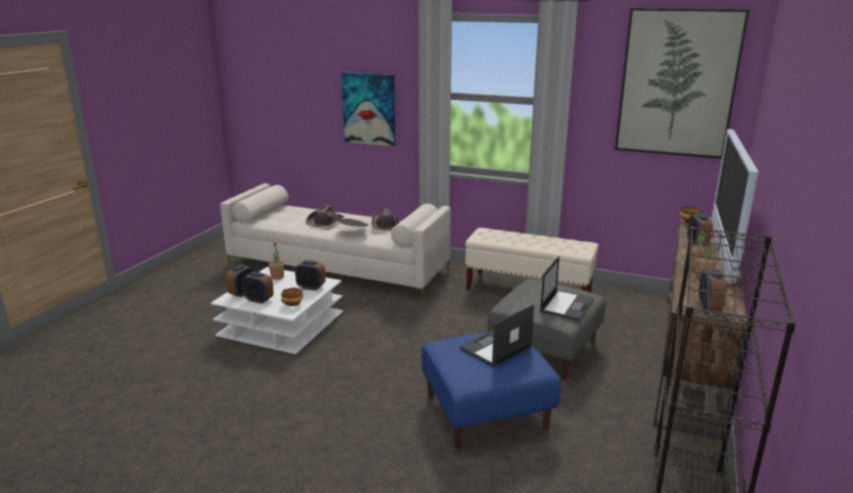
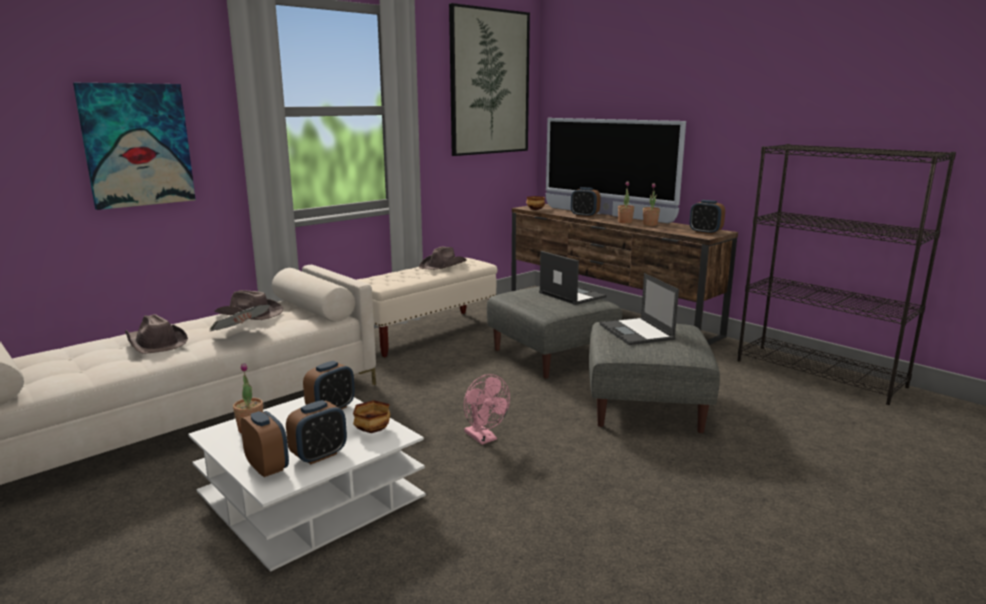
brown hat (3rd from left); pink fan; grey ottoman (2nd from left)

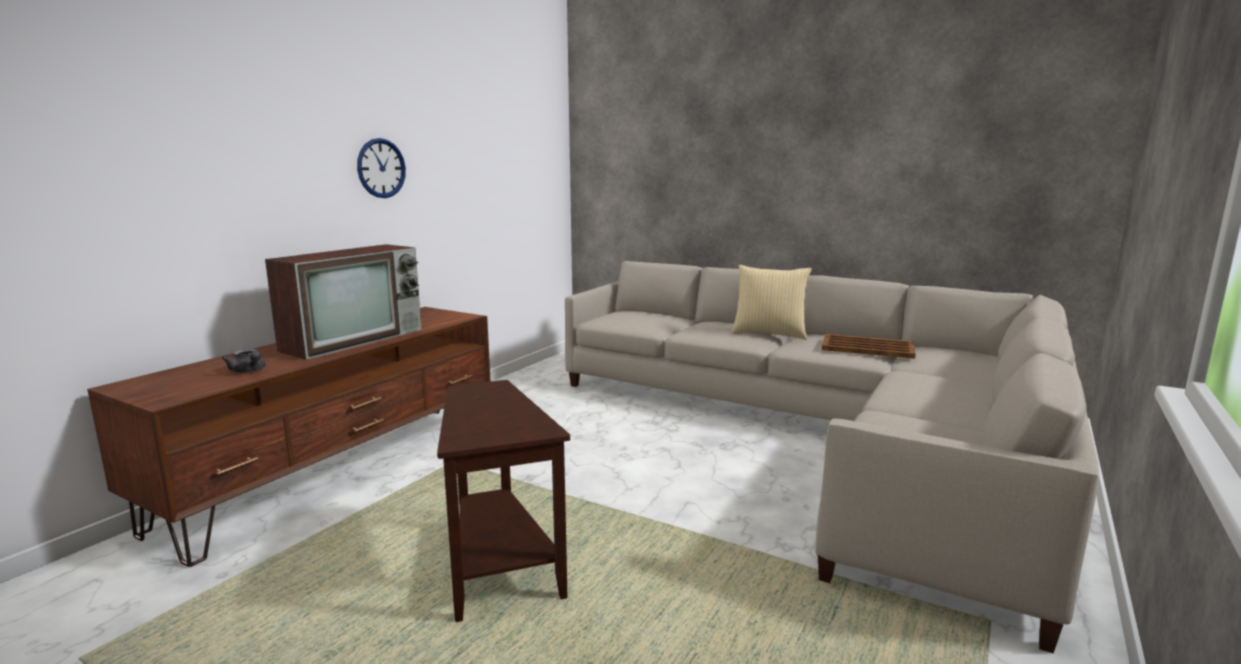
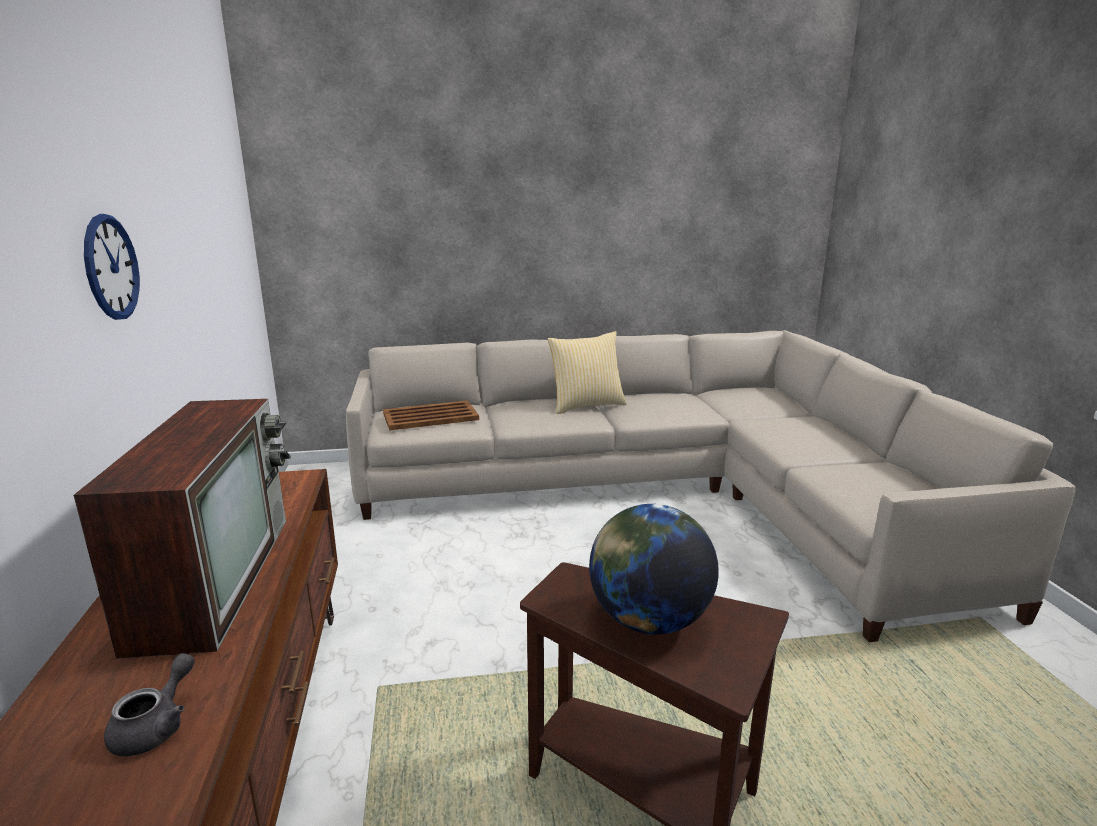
globe; brown tray; grey teapot

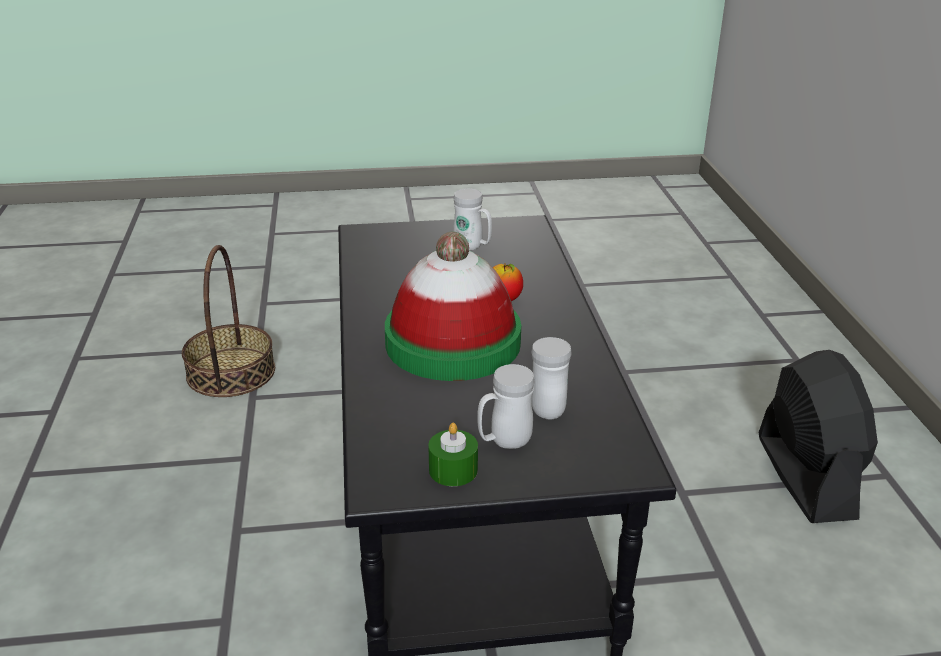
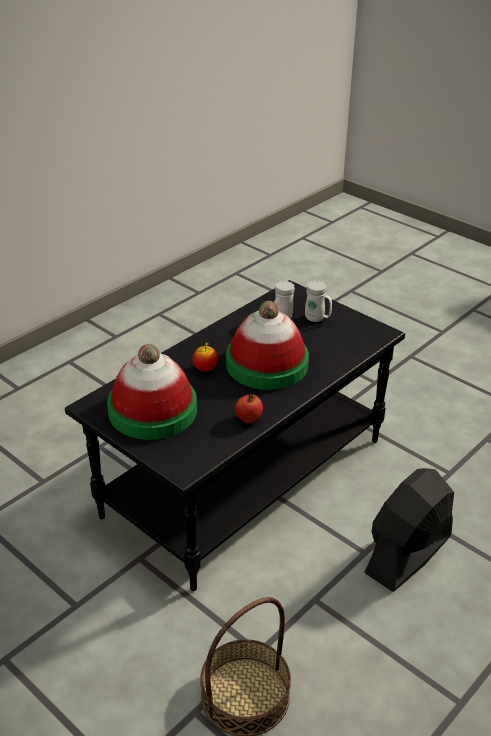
green candle; apple (2nd from left); black fan; hat (1st from left)

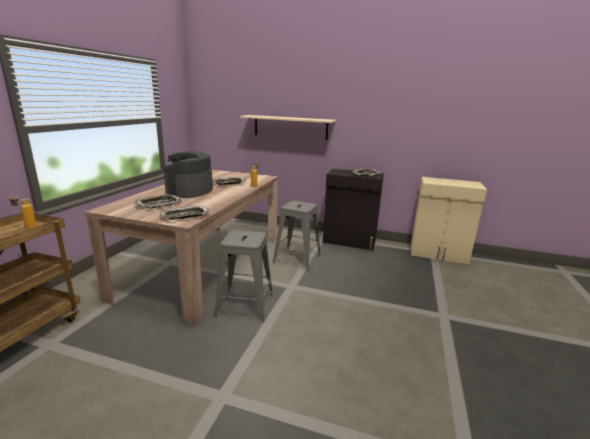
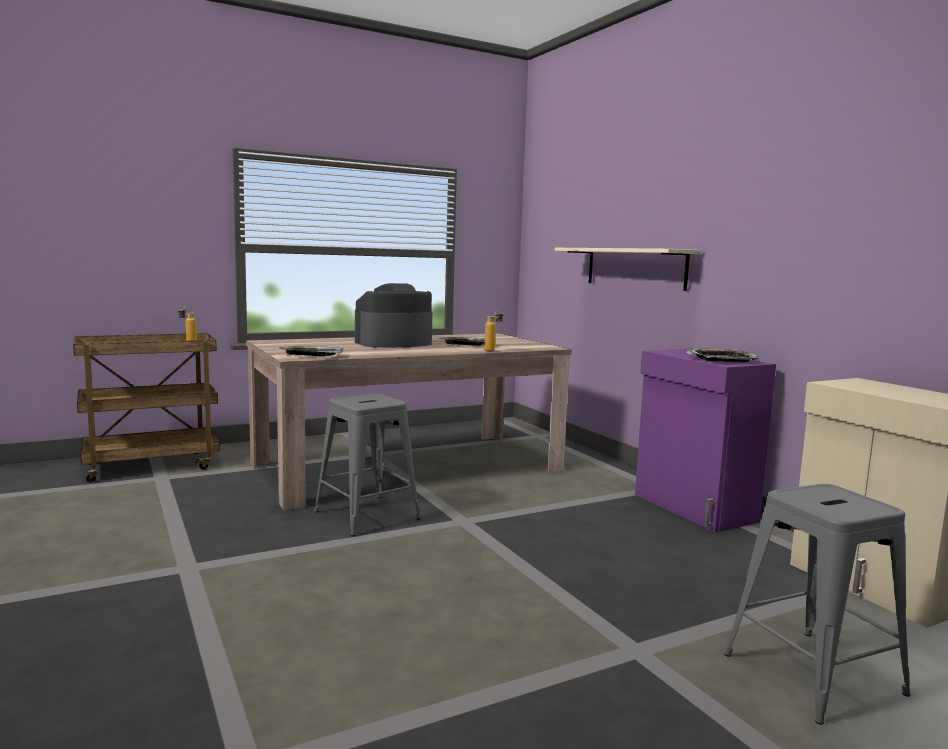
tray (1st from left in the first image); grey stool (2nd from left); purple cabinet

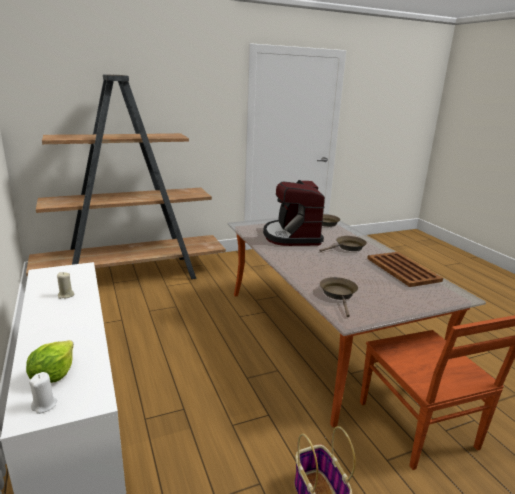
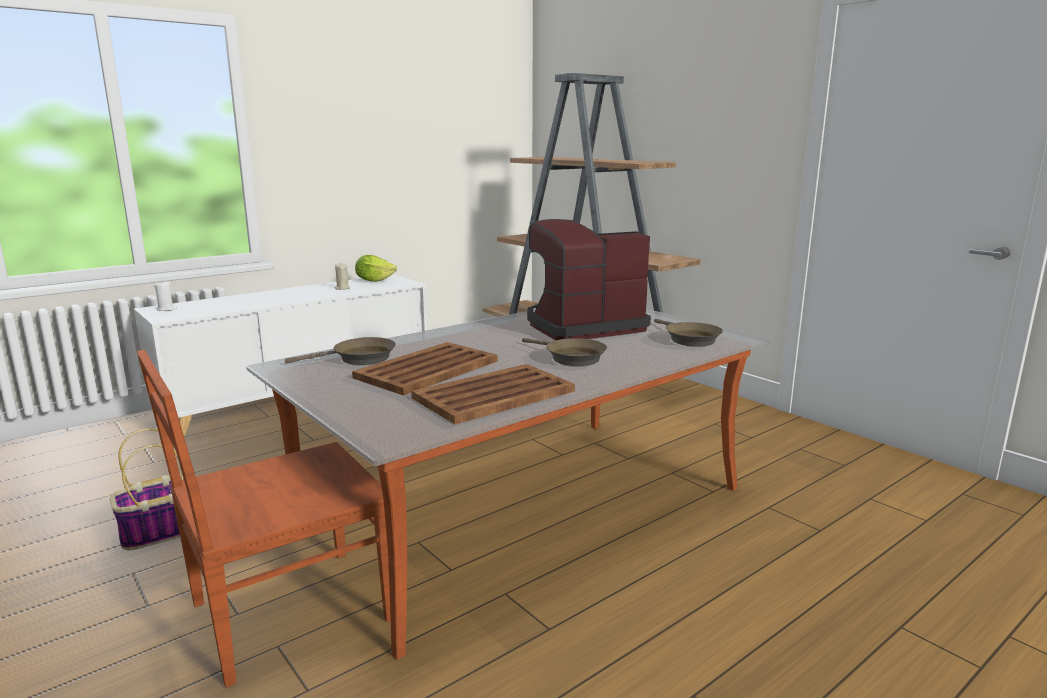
brown tray (1st from left); lettuce

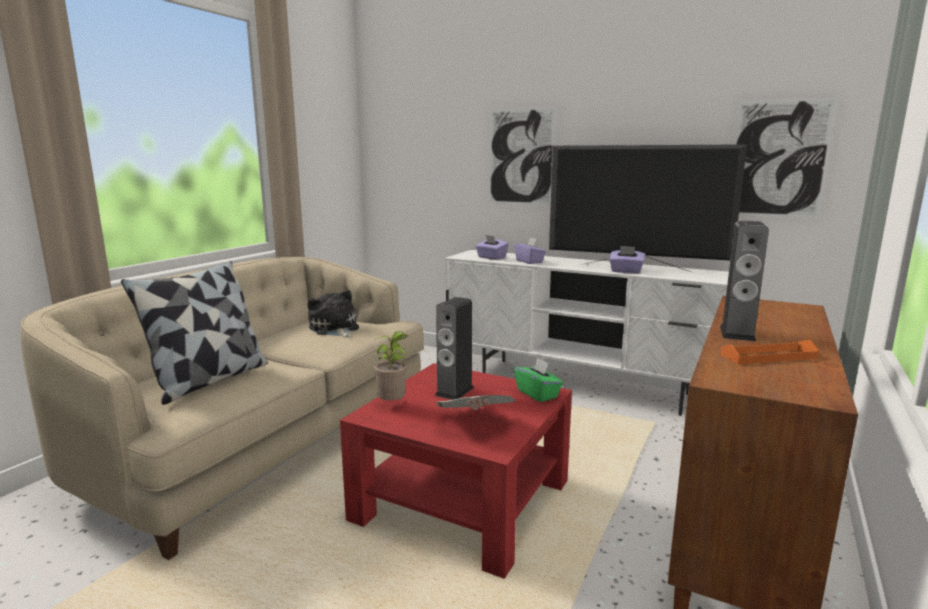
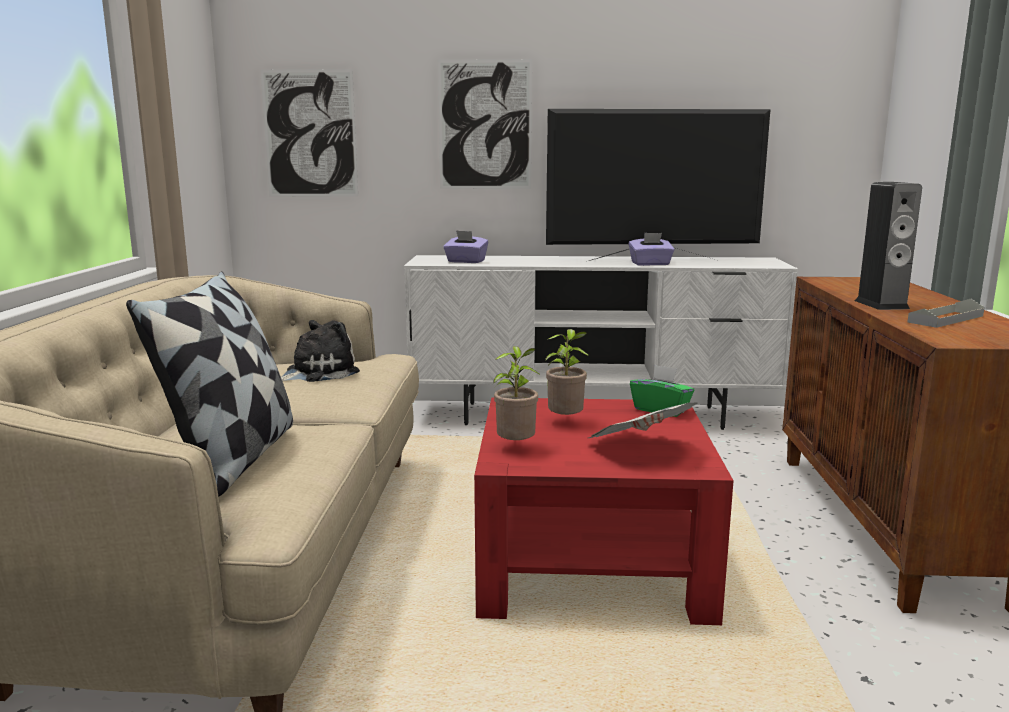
purple tissue box (2nd from left in the first image); picture (1st from left); potted plant (2nd from left); grey tray; plush toy

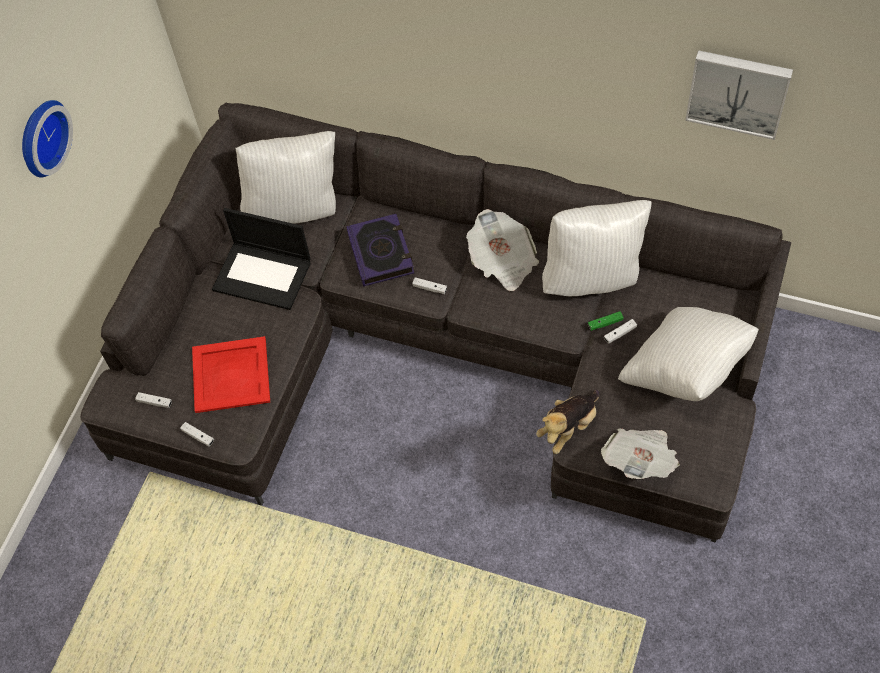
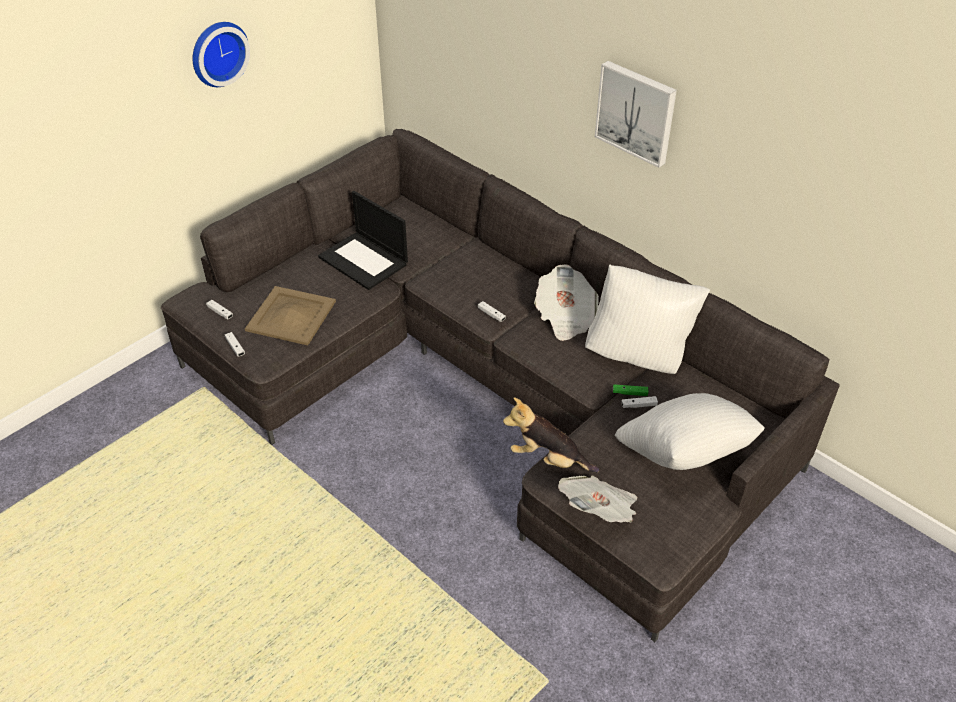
white pillow (1st from left in the first image); book; picture; beige tray; plush toy

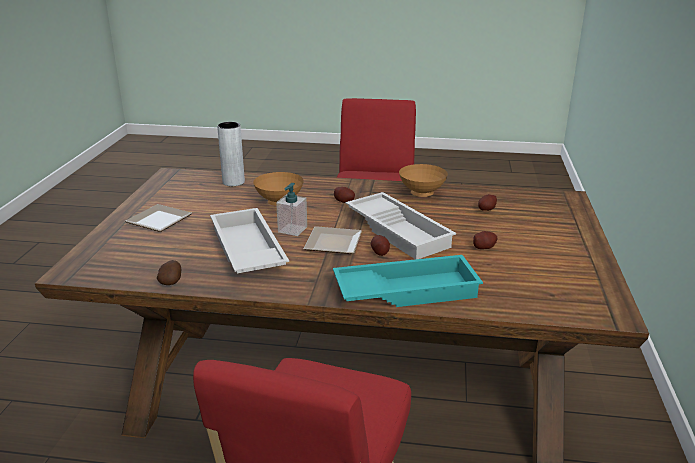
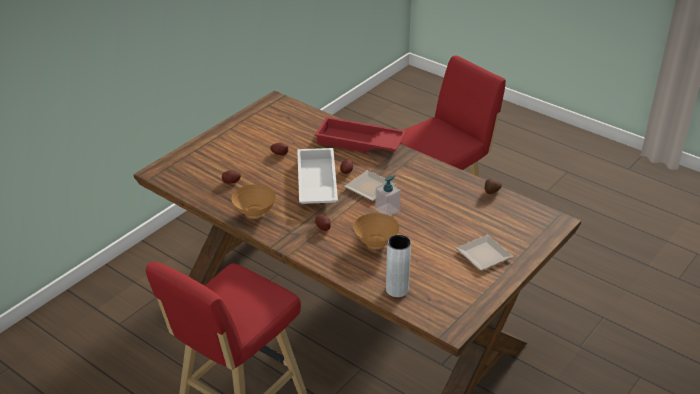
white tray (1st from left in the first image); red tray

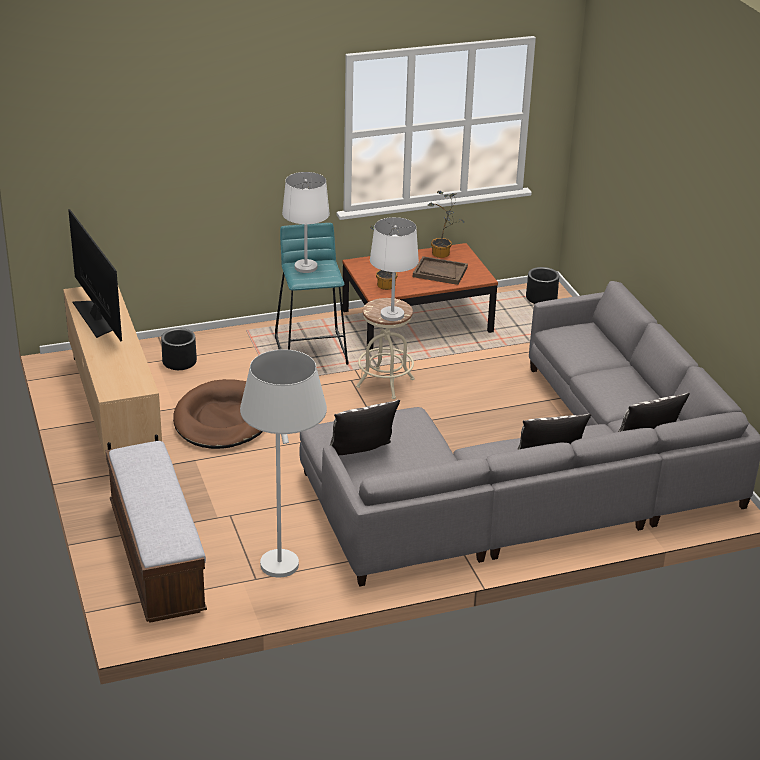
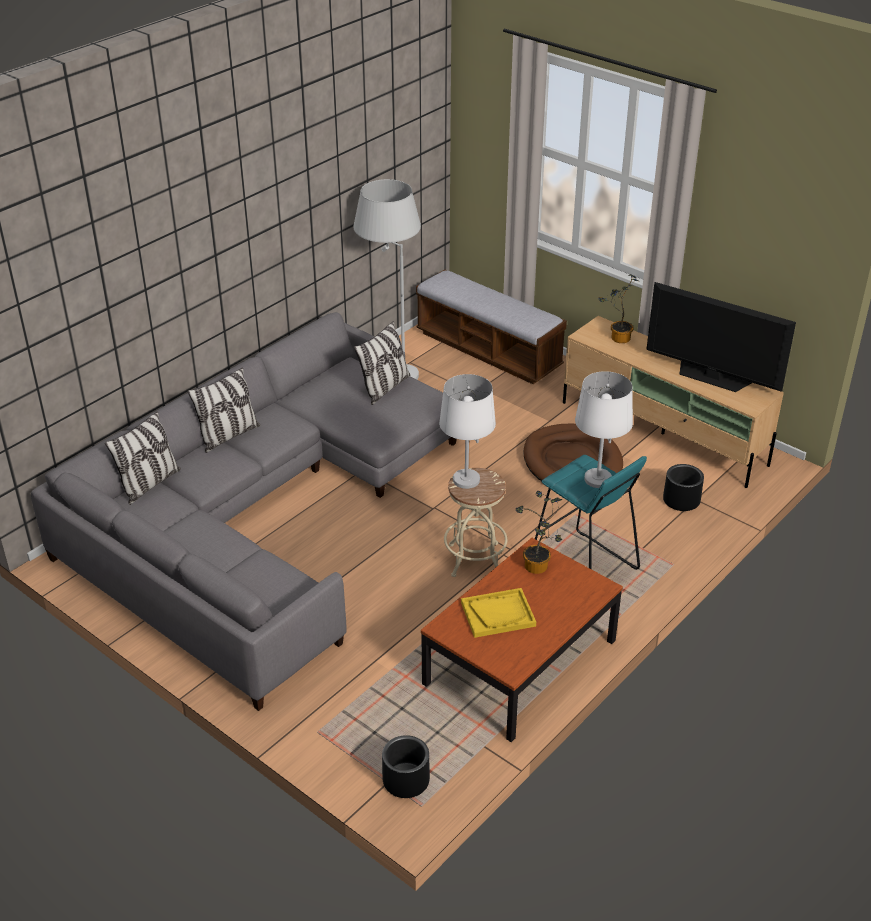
potted plant (2nd from left); yellow tray

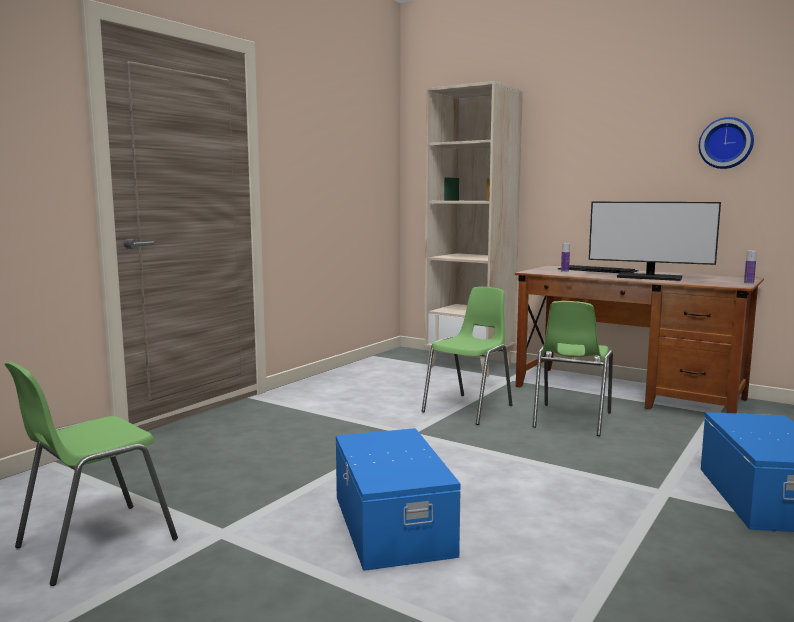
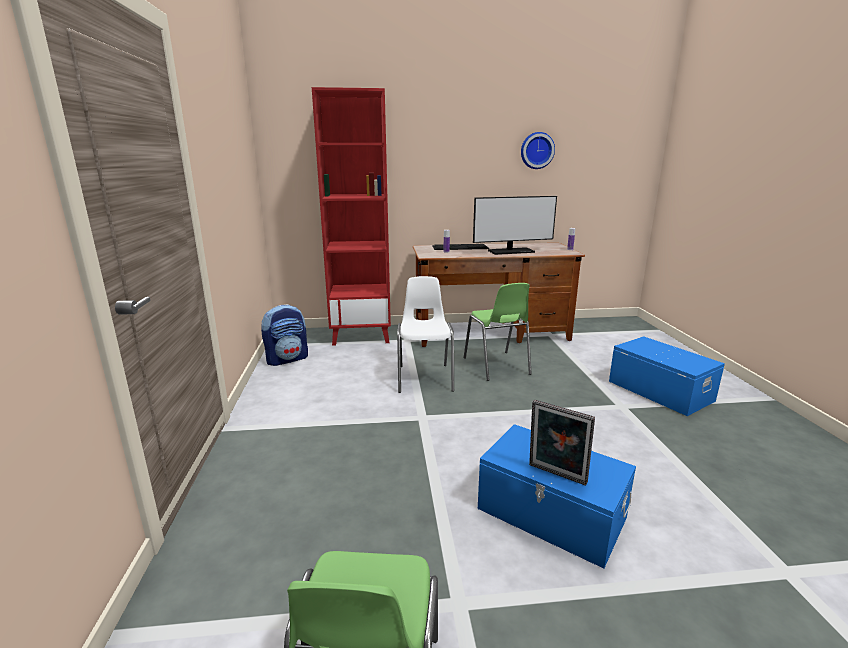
backpack; picture frame; white chair; red bookcase

